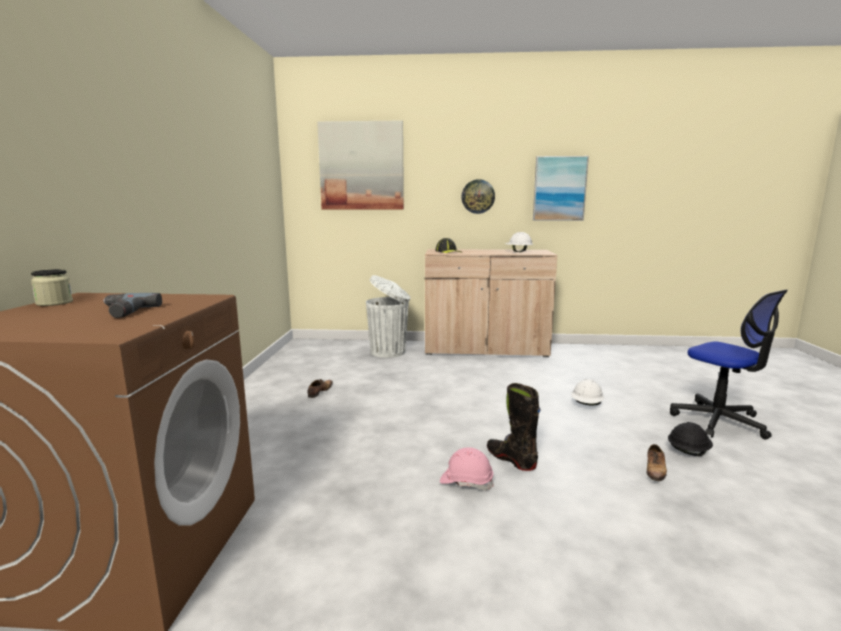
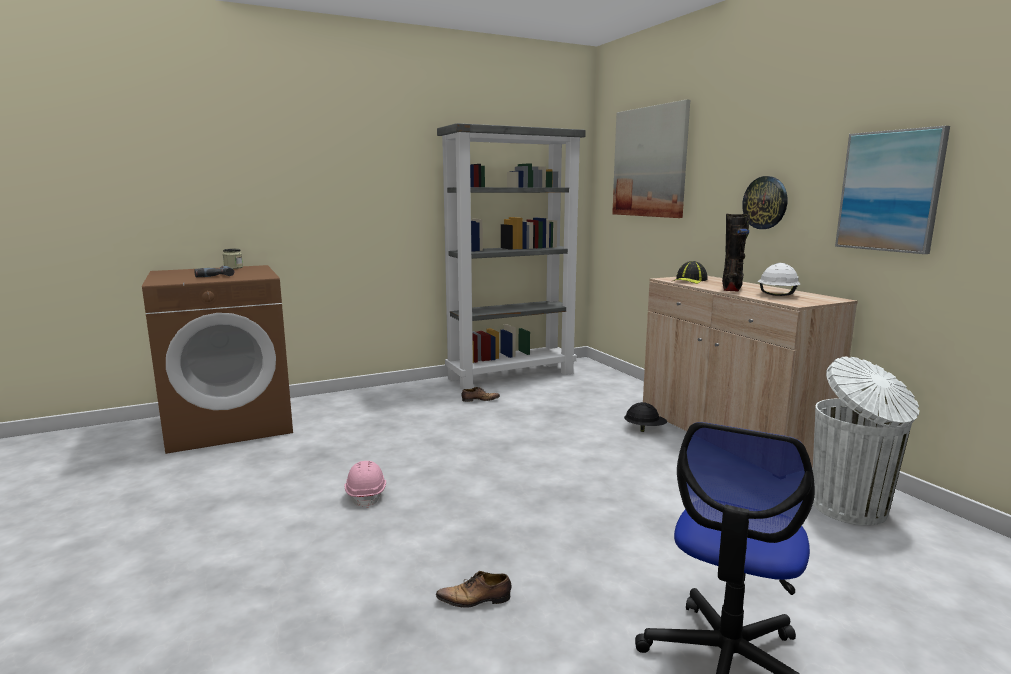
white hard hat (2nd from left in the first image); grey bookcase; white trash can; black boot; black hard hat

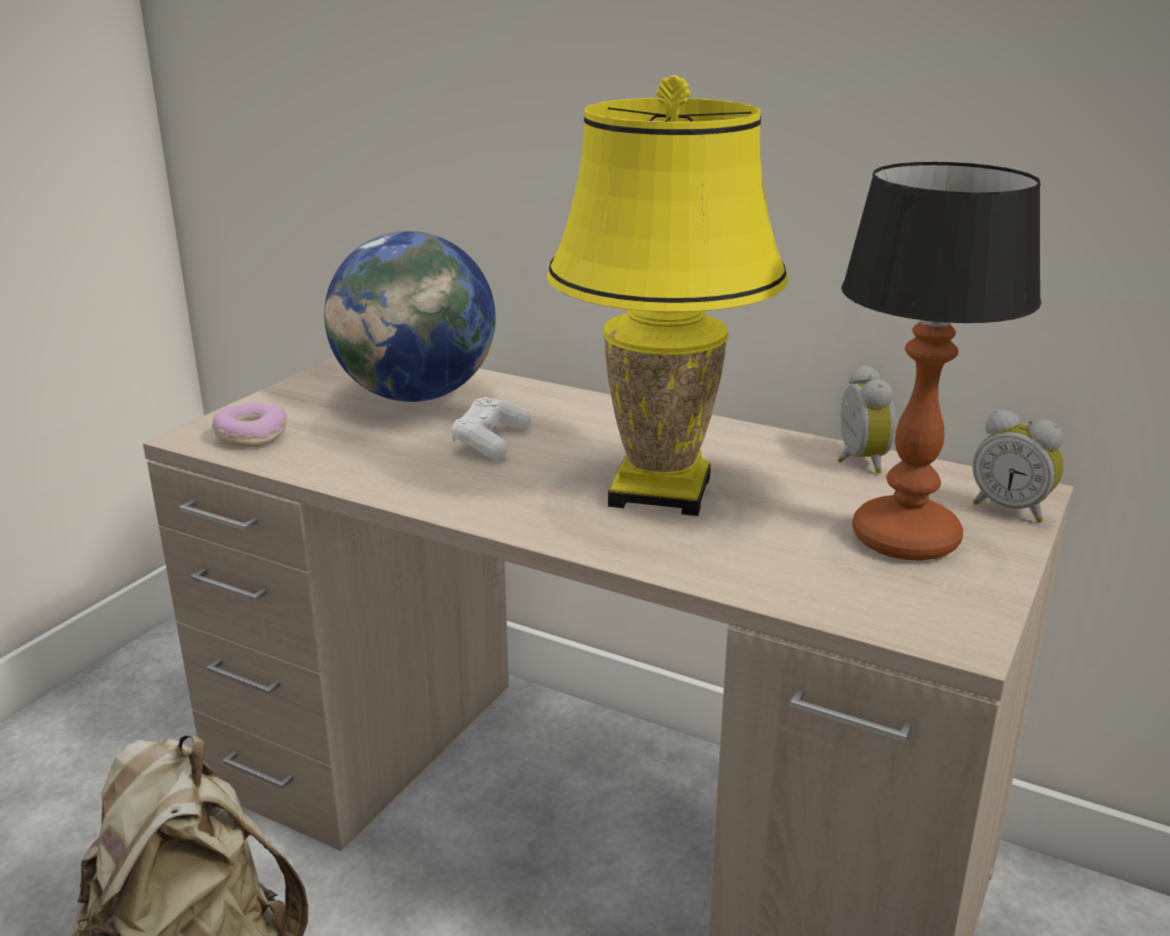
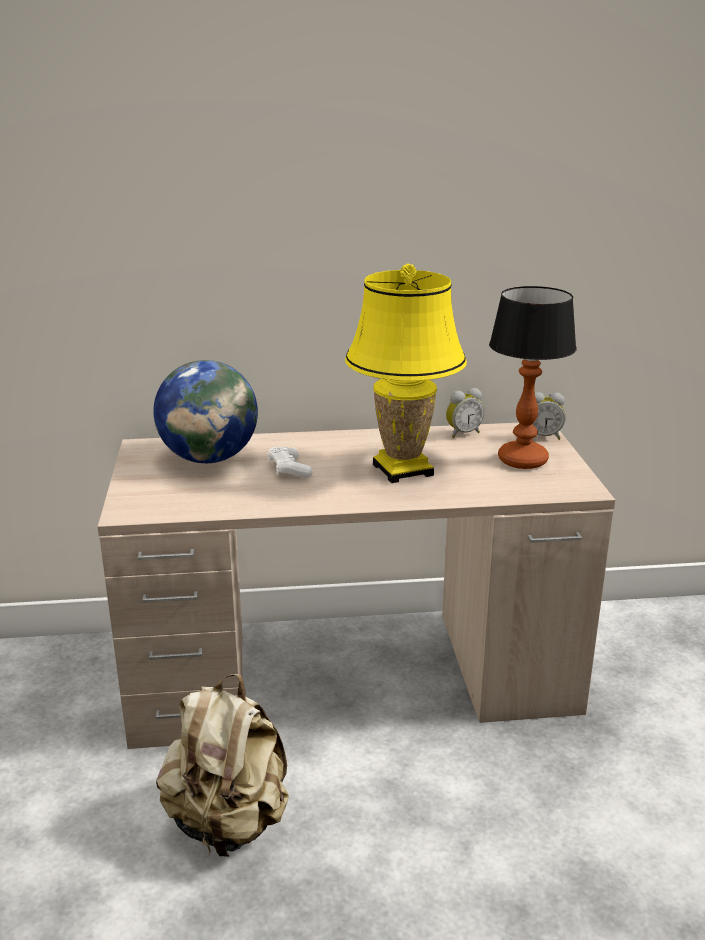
donut; alarm clock (1st from left)

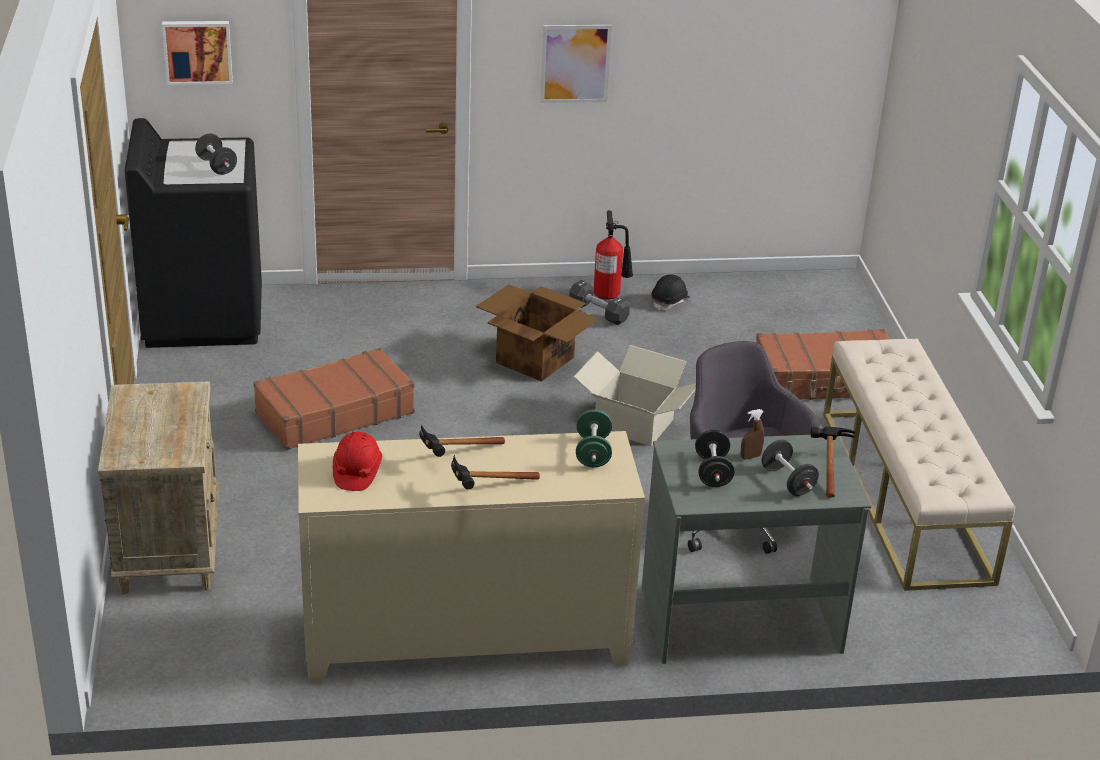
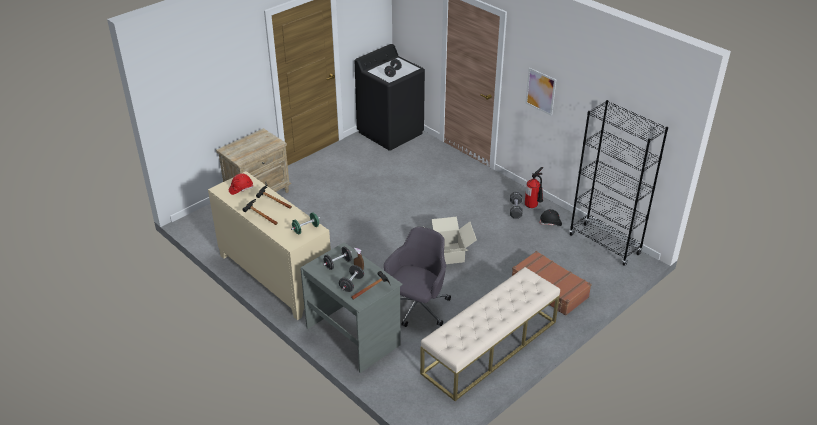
picture (1st from left in the first image); brown suitcase (1st from left in the first image); cardboard box (1st from left in the first image); black bookcase

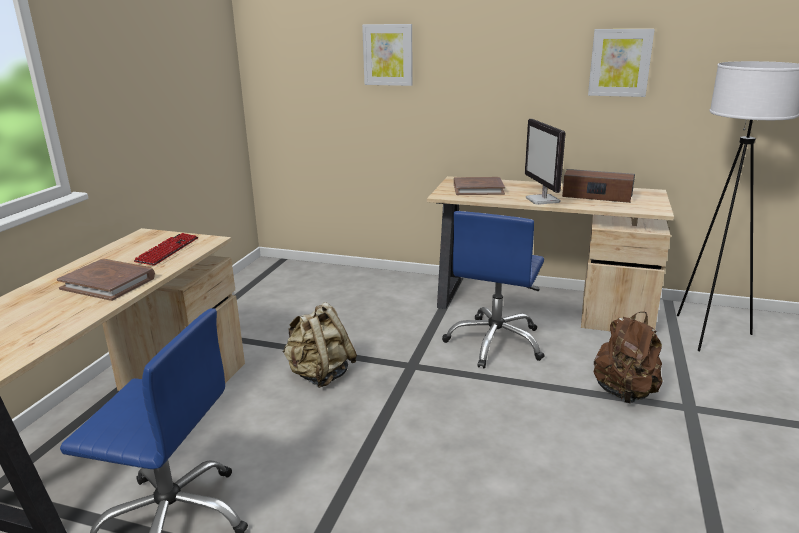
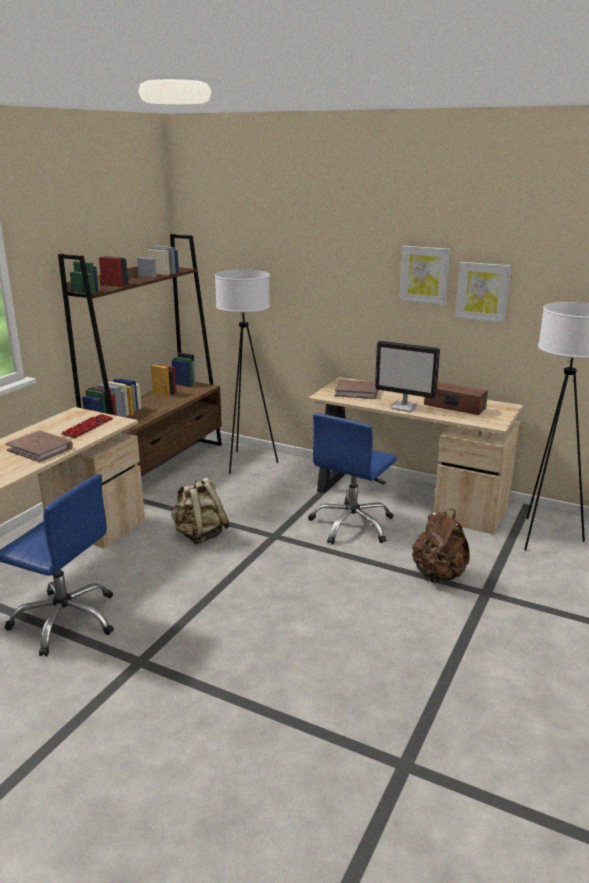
brown bookcase; white floor lamp (1st from left); picture (1st from left); monitor

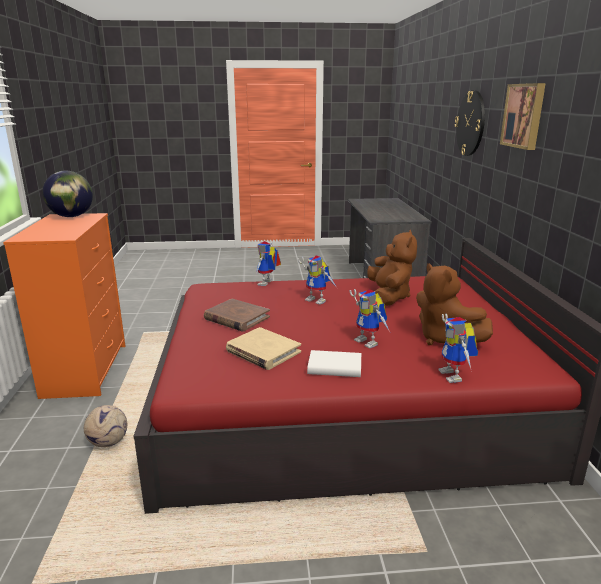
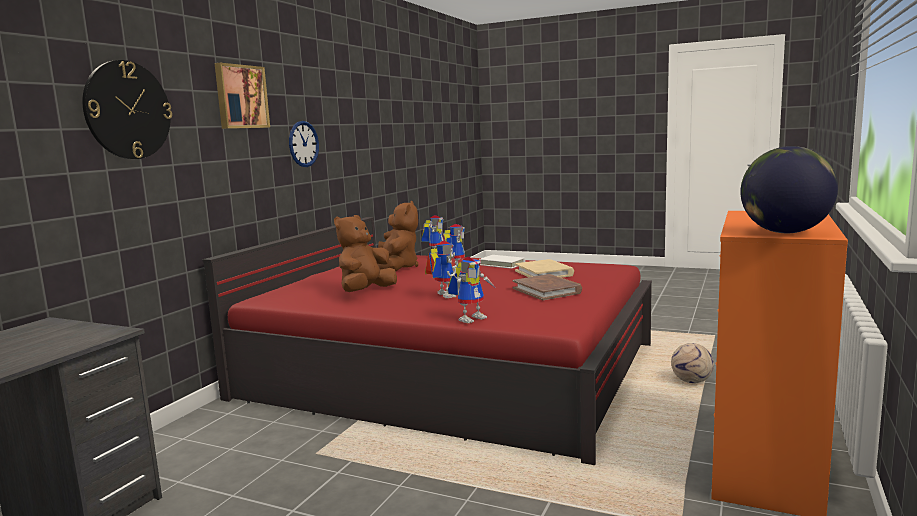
wall clock (2nd from left)

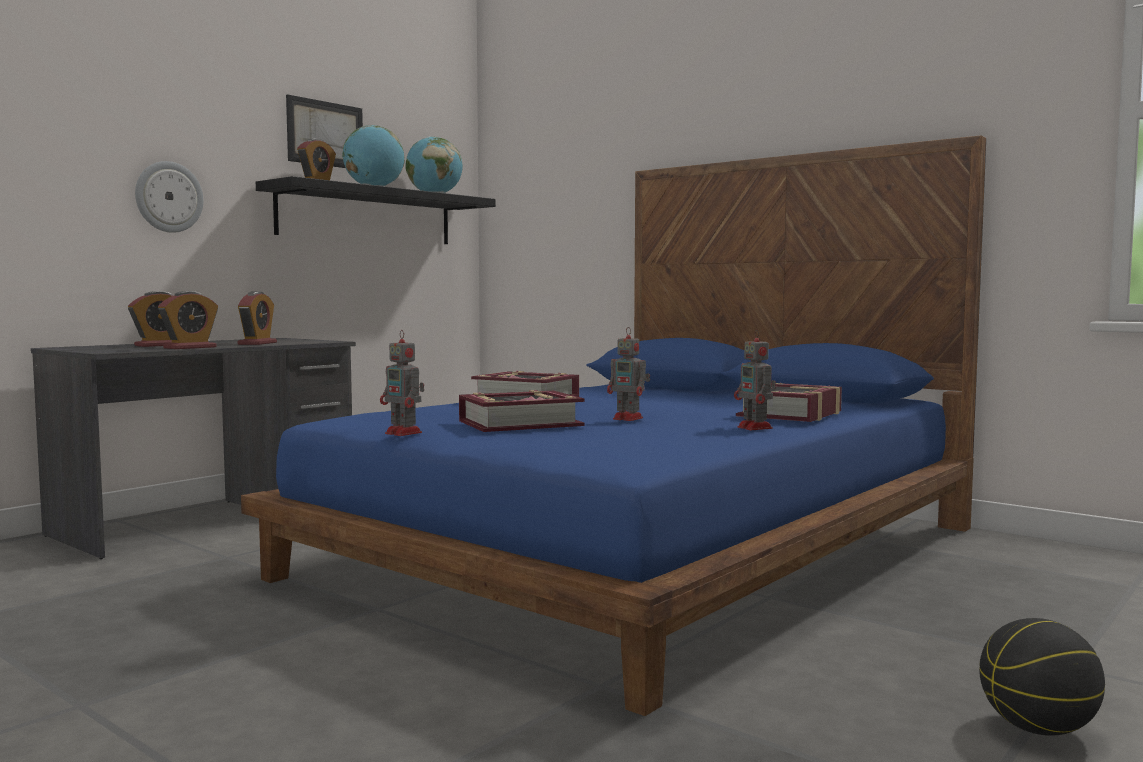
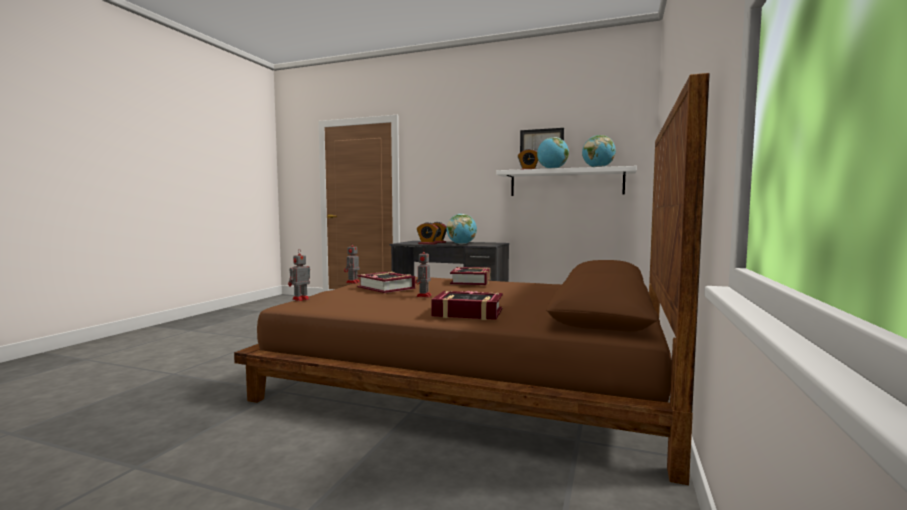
wall clock; basketball; toy robot (1st from left); globe (1st from left); brown bed; white shelf

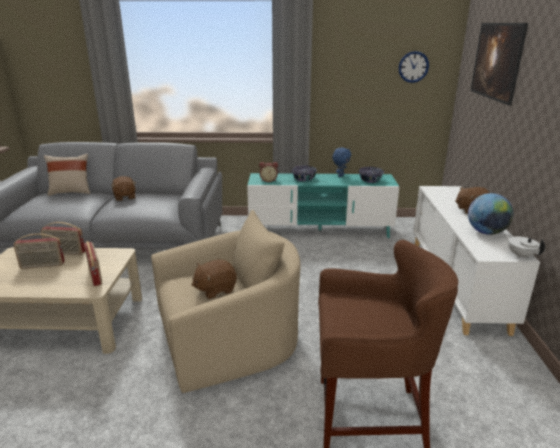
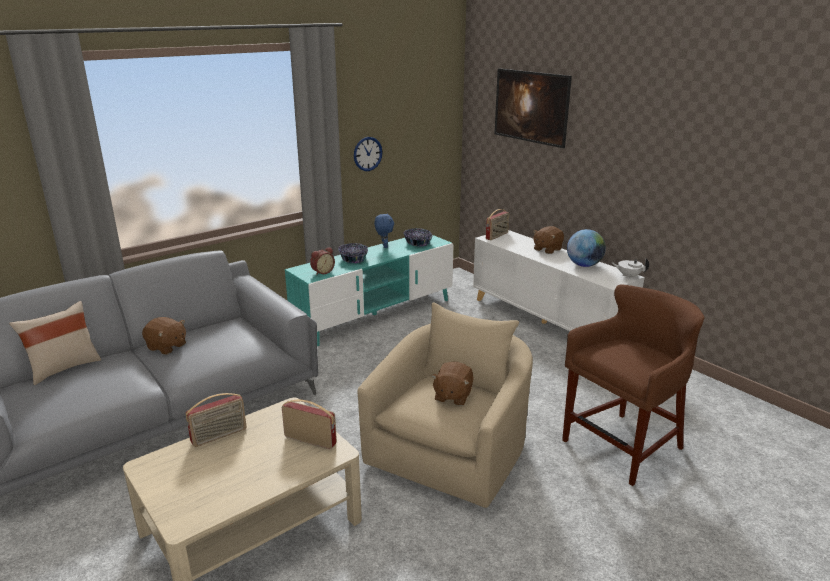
radio (3rd from left); wall clock

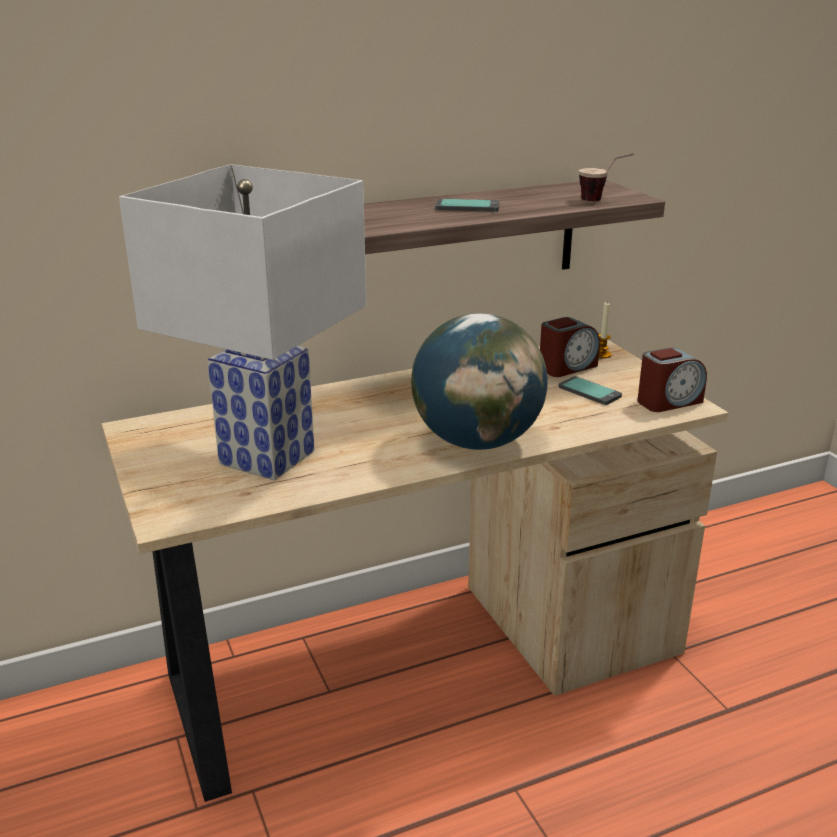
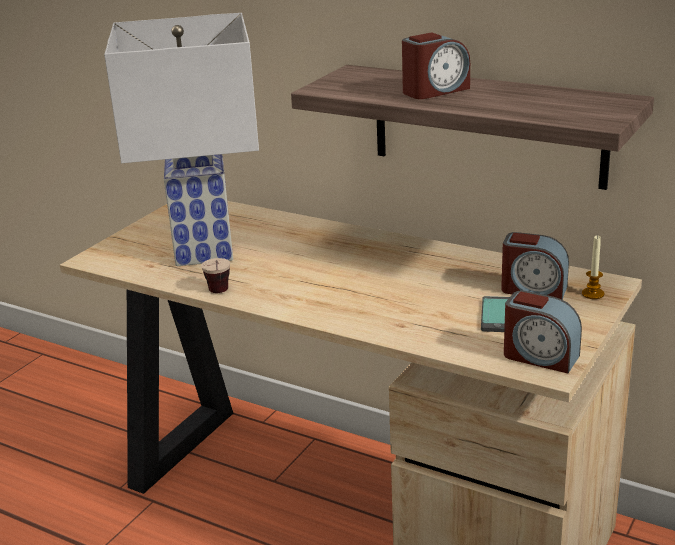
globe; cup; alarm clock (1st from left)

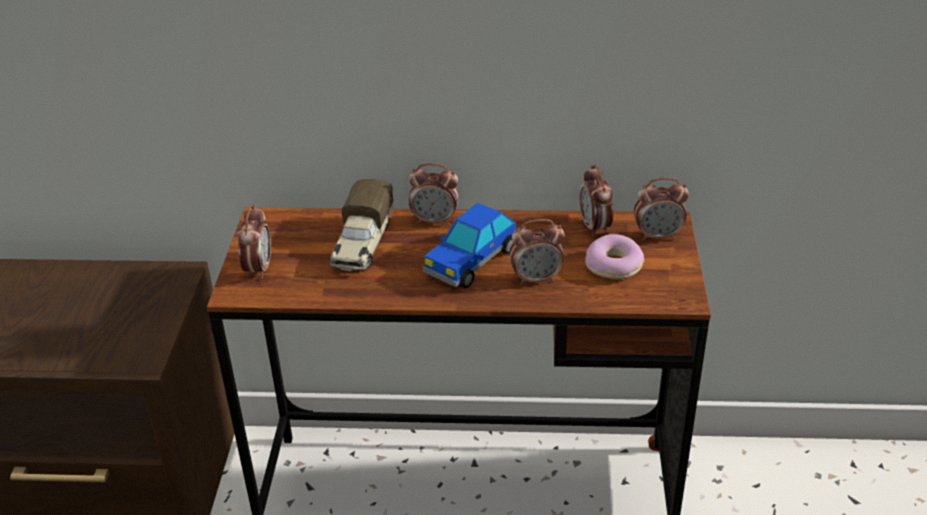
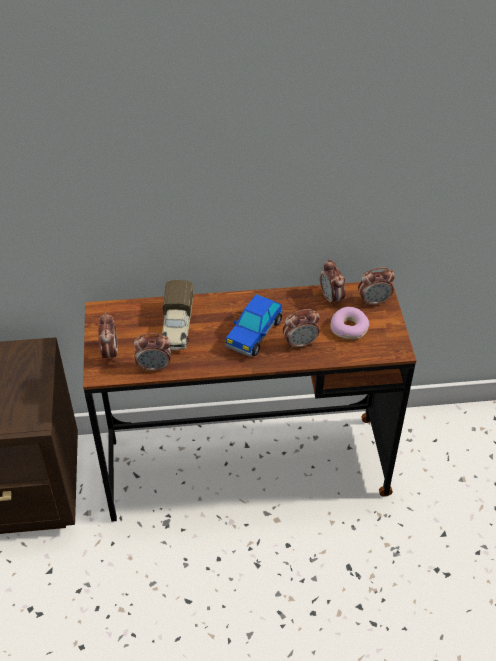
alarm clock (2nd from left)

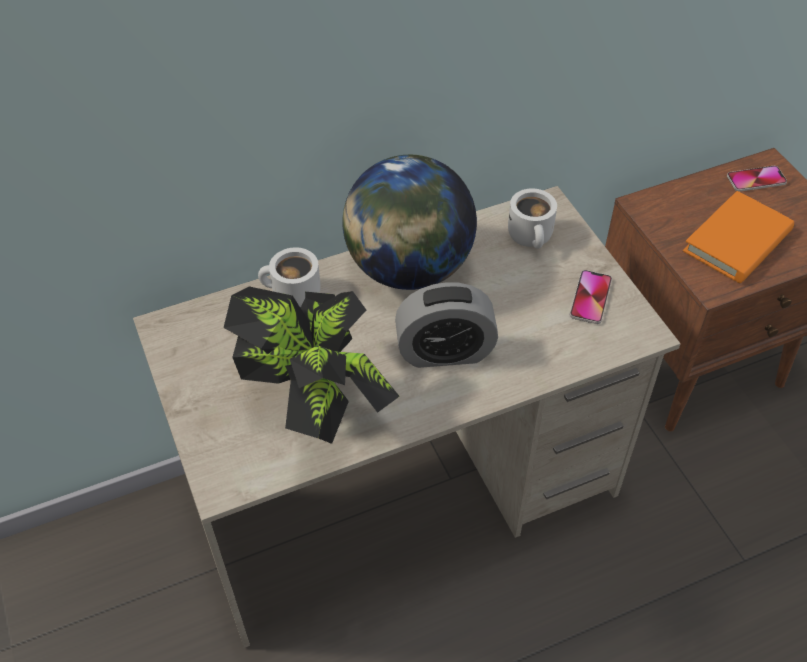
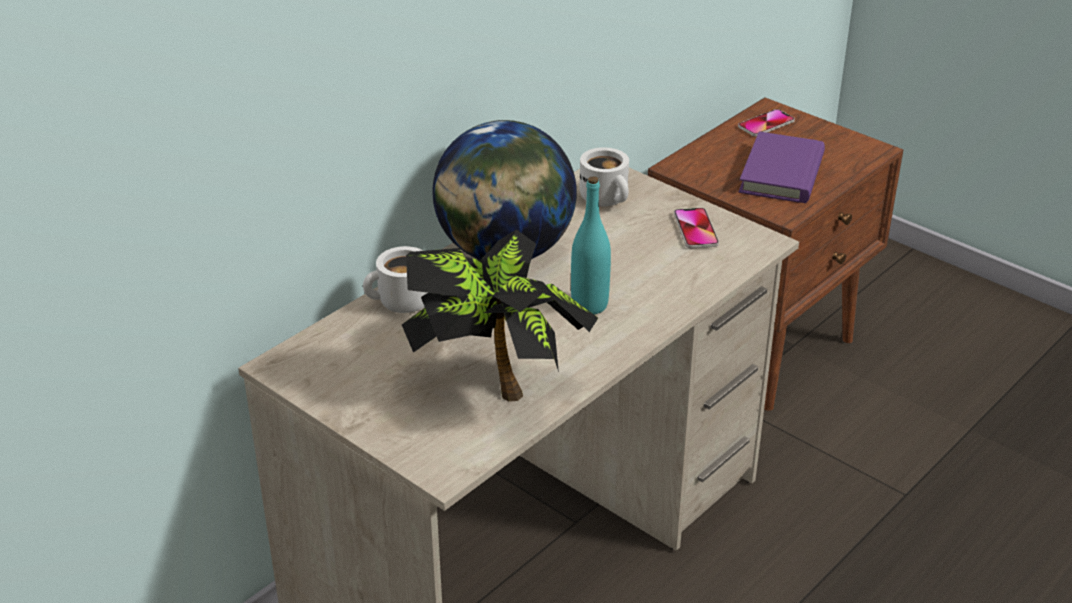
turquoise bottle; purple book

